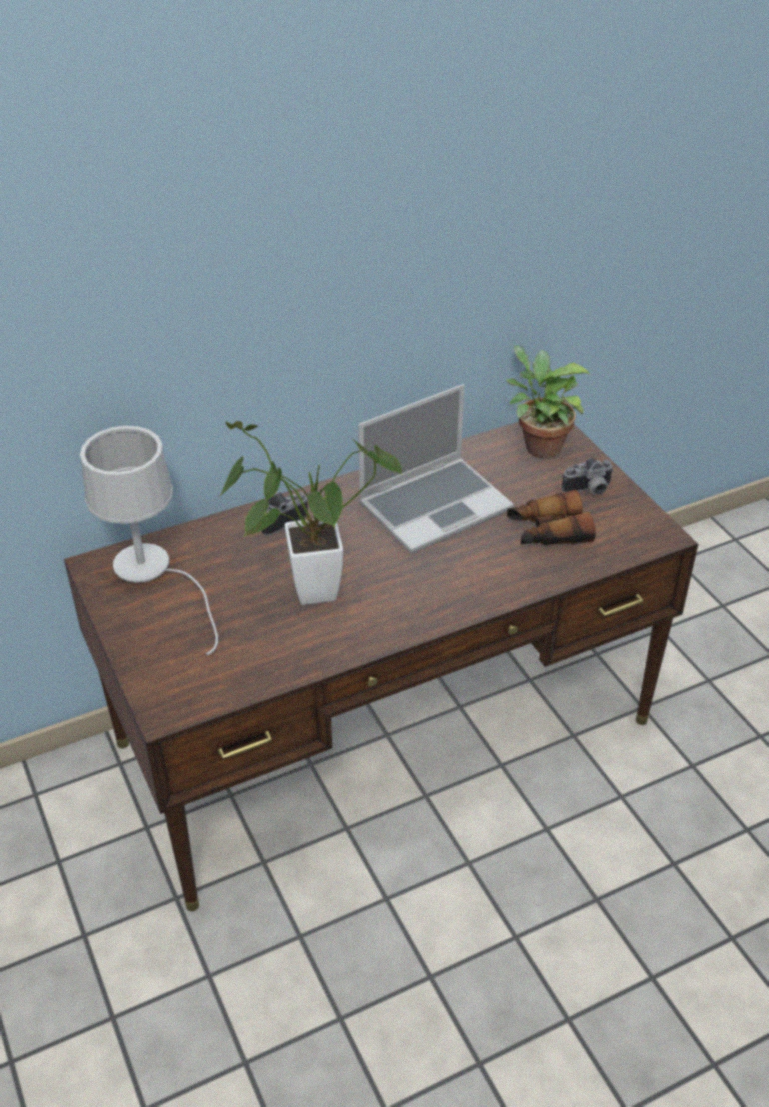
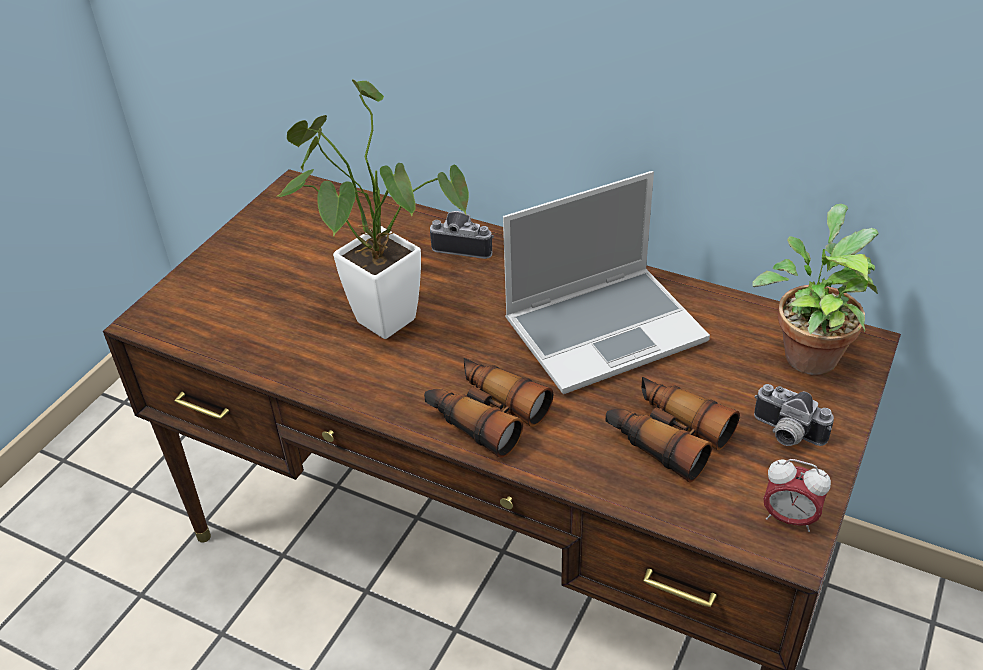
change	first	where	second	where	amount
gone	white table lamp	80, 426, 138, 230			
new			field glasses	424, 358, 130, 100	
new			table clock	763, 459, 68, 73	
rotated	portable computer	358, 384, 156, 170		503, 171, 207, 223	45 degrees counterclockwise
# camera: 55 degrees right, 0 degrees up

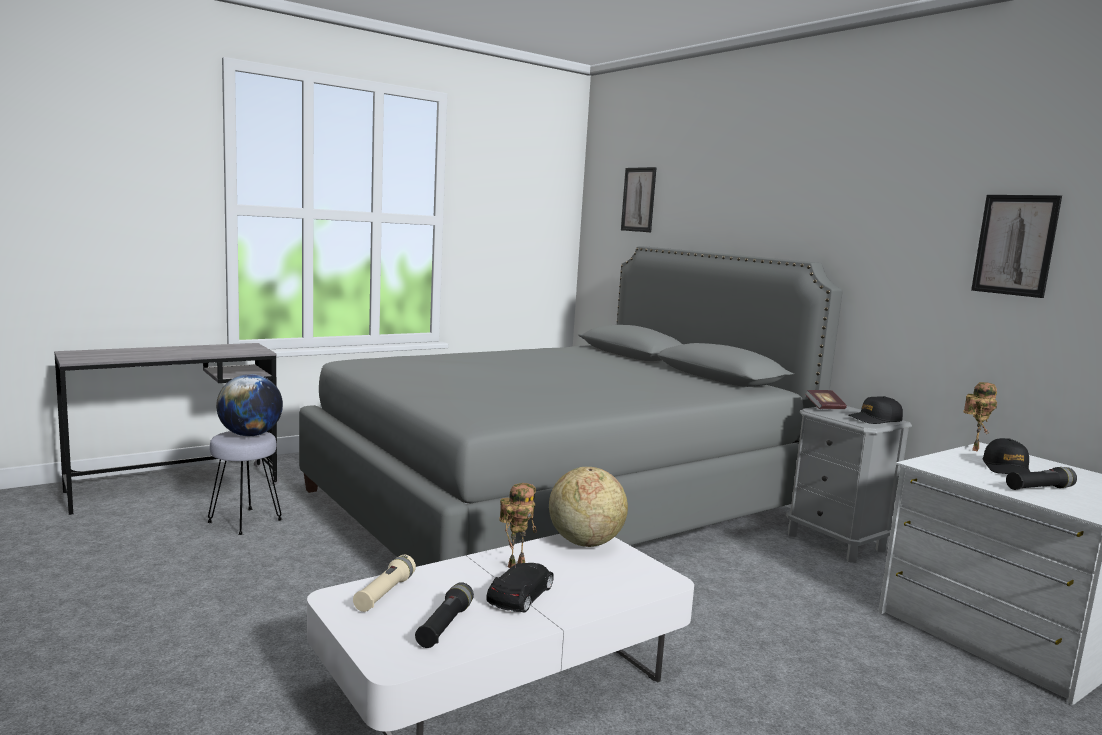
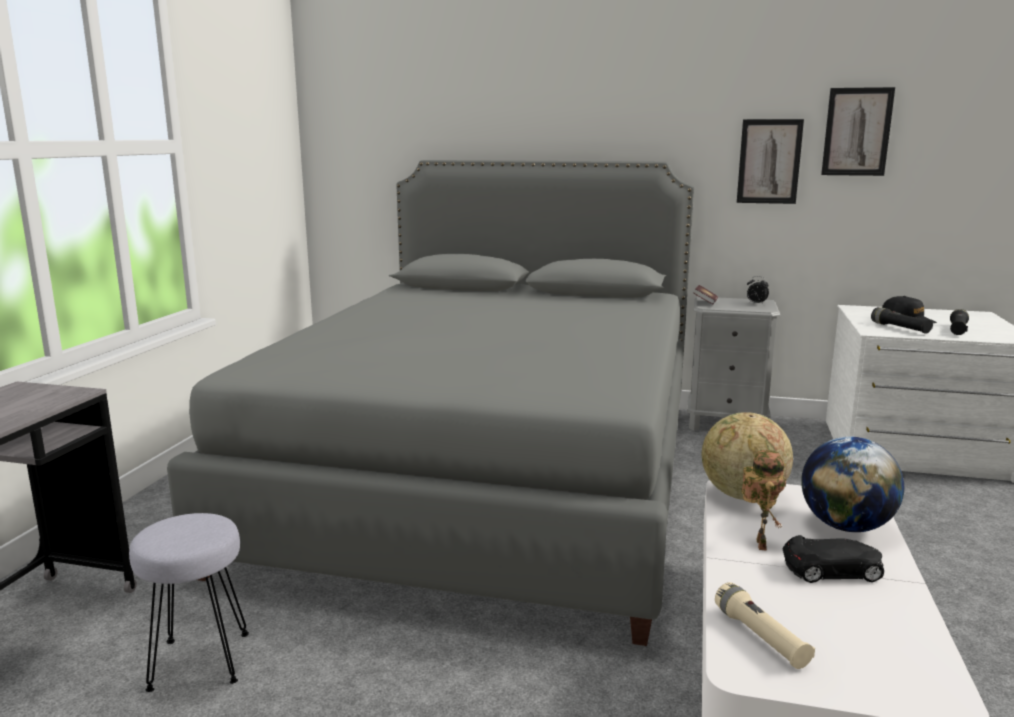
change	first	where	second	where	amount
gone	robot figure	963, 382, 34, 69			
shifted	world globe	216, 374, 67, 62		801, 436, 103, 96	
shifted	blackish hand torch	415, 582, 59, 66		871, 307, 62, 27	
shifted	picture	621, 167, 36, 65		737, 119, 67, 85	
swapped	blackish peaked cap	848, 396, 55, 28	table clock	747, 276, 22, 29	
rotated	blackish miniature car	486, 563, 68, 49		783, 535, 101, 48	105 degrees clockwise
# camera: 40 degrees left, 5 degrees up

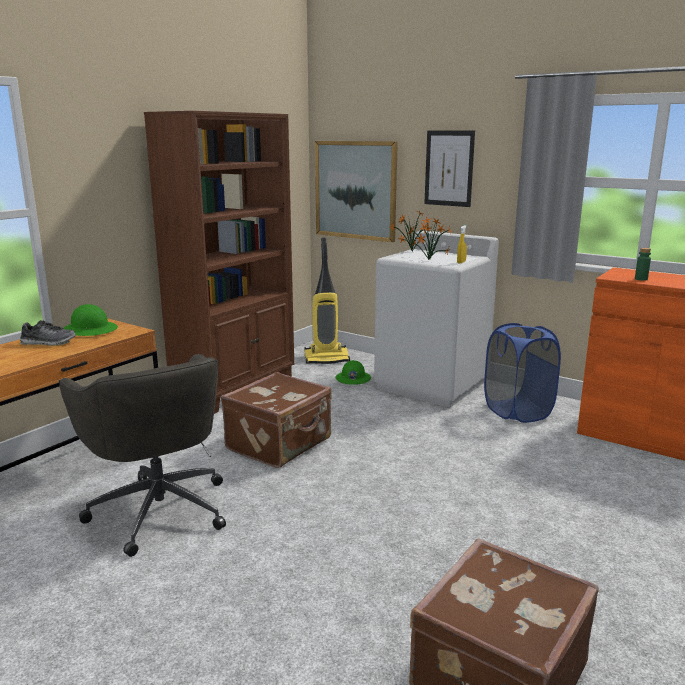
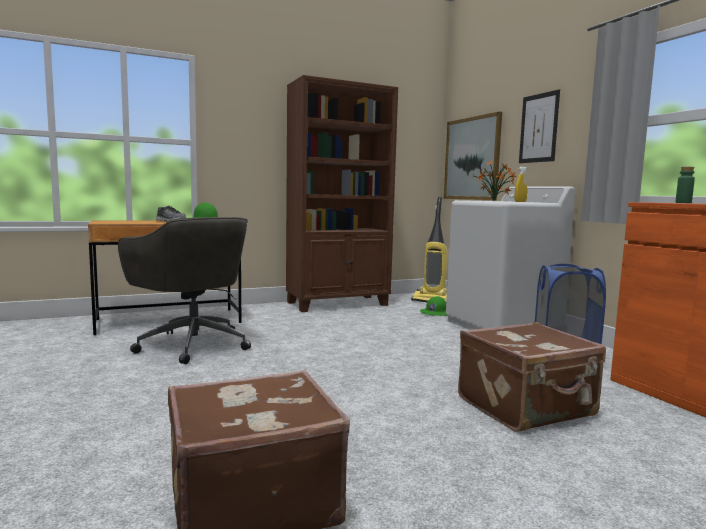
change	first	where	second	where	amount
shifted	brown suitcase	221, 372, 111, 96		458, 322, 148, 110	
rotated	grey desk chair	59, 354, 167, 203		118, 217, 133, 147	45 degrees counterclockwise
# camera: 30 degrees right, 10 degrees down

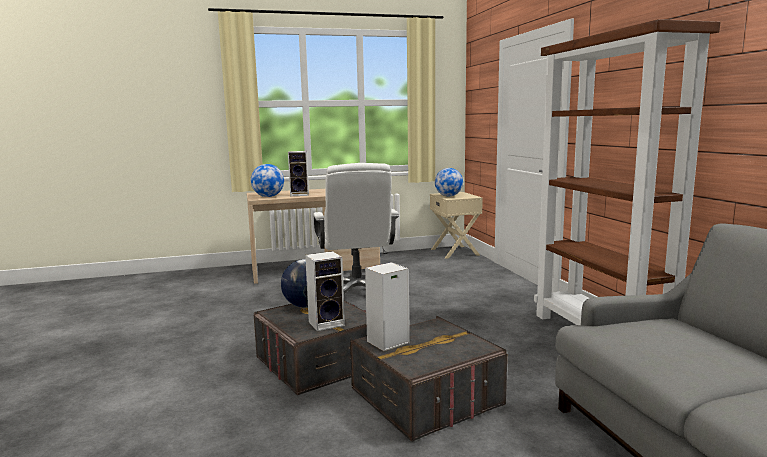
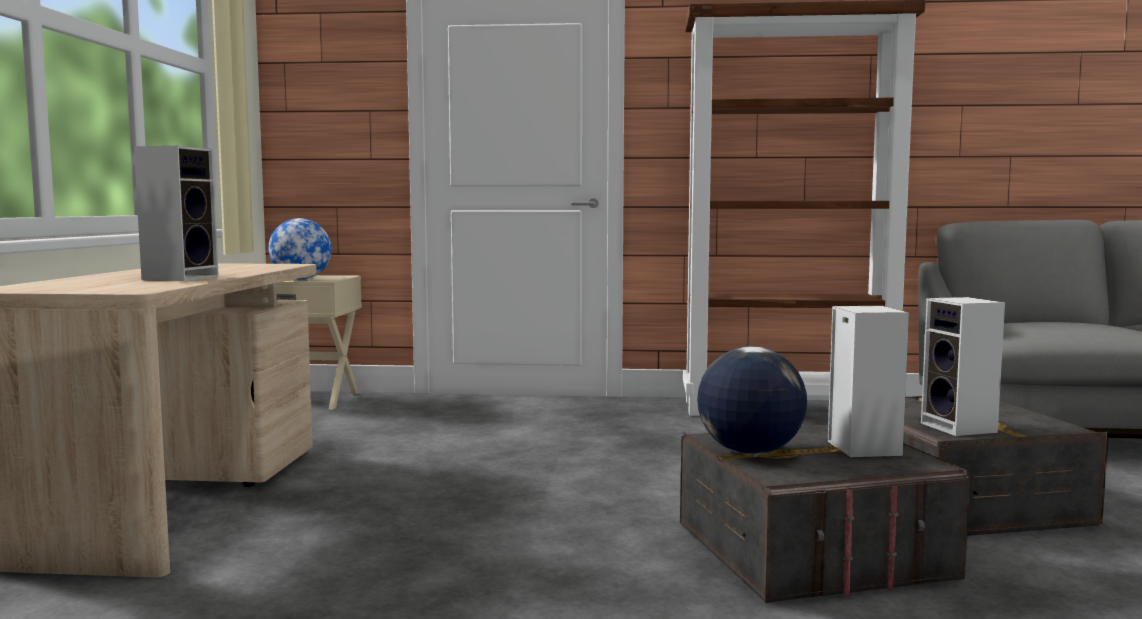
change	first	where	second	where	amount
gone	world globe	251, 164, 33, 33			
gone	white desk chair	313, 163, 86, 131			
# camera: 70 degrees left, 5 degrees down

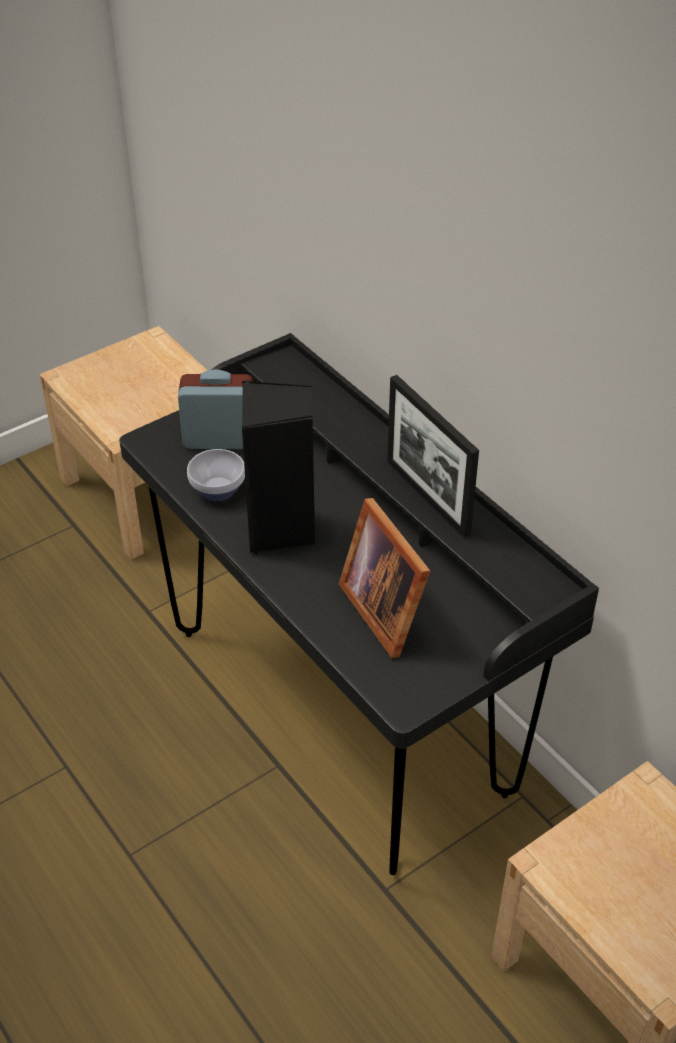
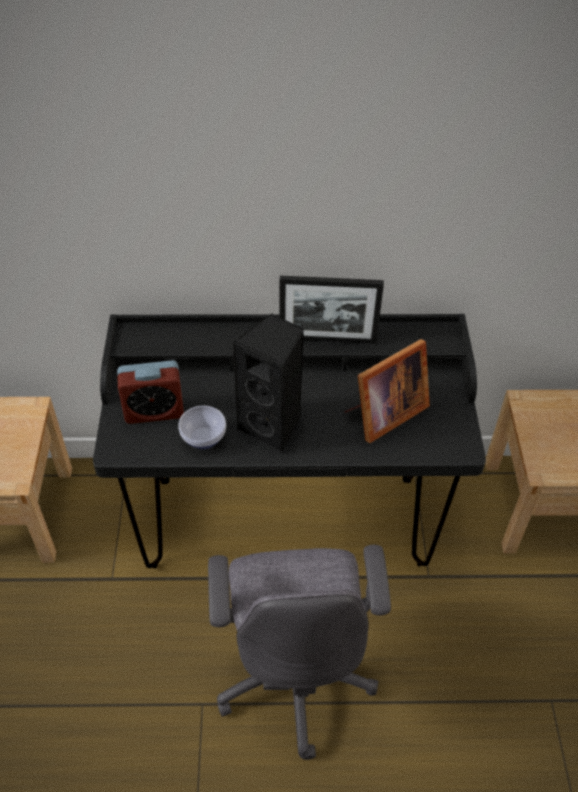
change	first	where	second	where	amount
new			grey desk chair	208, 545, 183, 215	
rotated	table clock	178, 369, 75, 80		117, 360, 67, 64	135 degrees counterclockwise
rotated	picture frame	339, 498, 91, 160		344, 339, 86, 104	45 degrees counterclockwise
# camera: 55 degrees left, 5 degrees up

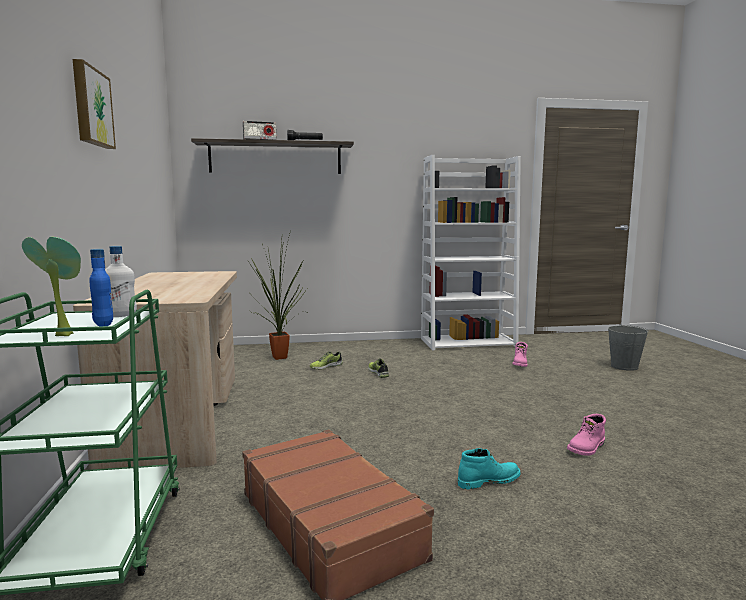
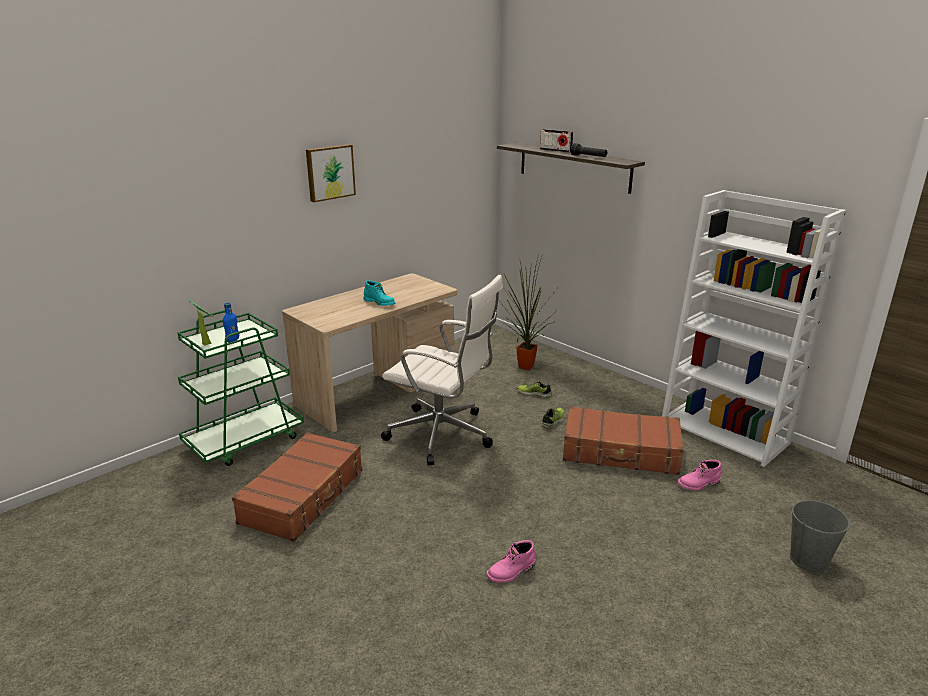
change	first	where	second	where	amount
gone	white beverage bottle	105, 246, 32, 71			
new			white desk chair	381, 275, 122, 190	
new			brown suitcase	563, 406, 121, 69	
shifted	turquoise-coloured boot	458, 448, 63, 41		364, 281, 31, 25	
rotated	pinkish boot	567, 414, 39, 42		487, 540, 48, 43	45 degrees counterclockwise
# camera: 55 degrees right, 15 degrees up

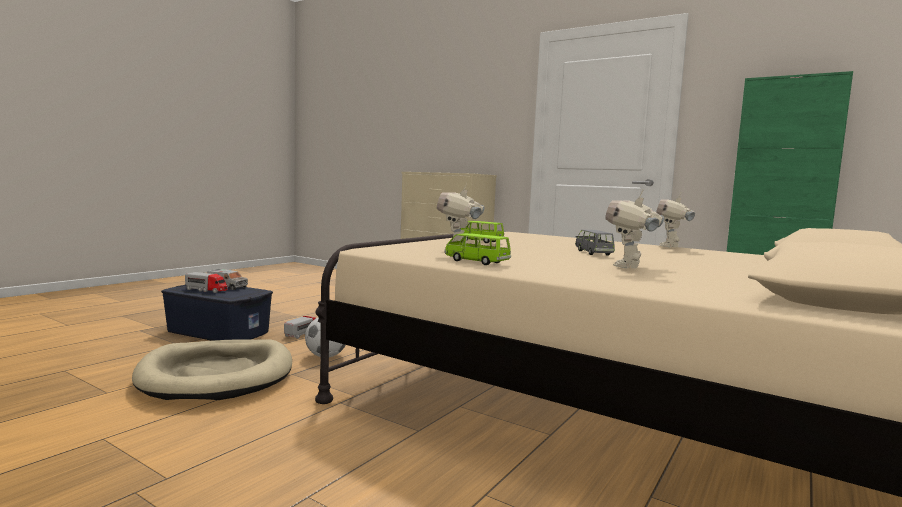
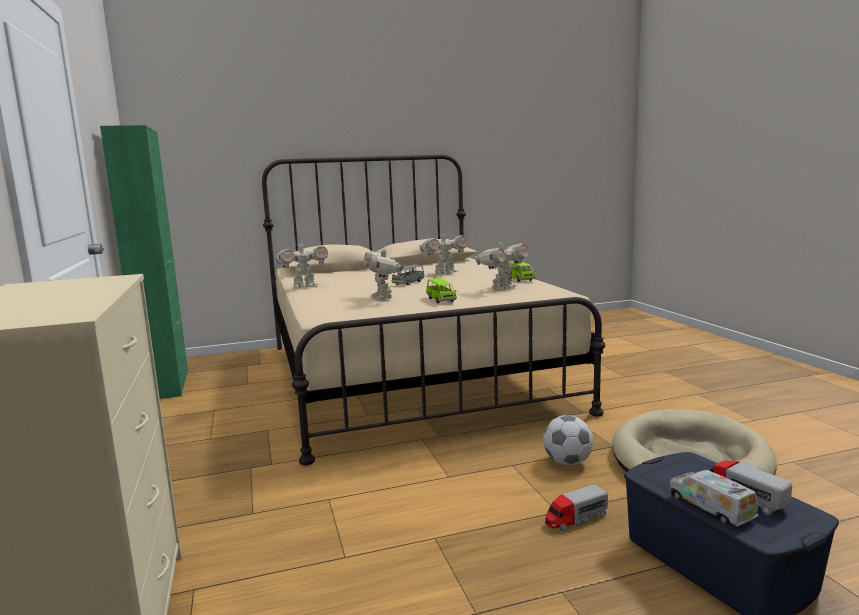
change	first	where	second	where	amount
new			robot figure	364, 245, 39, 55	
# camera: 140 degrees left, 5 degrees up

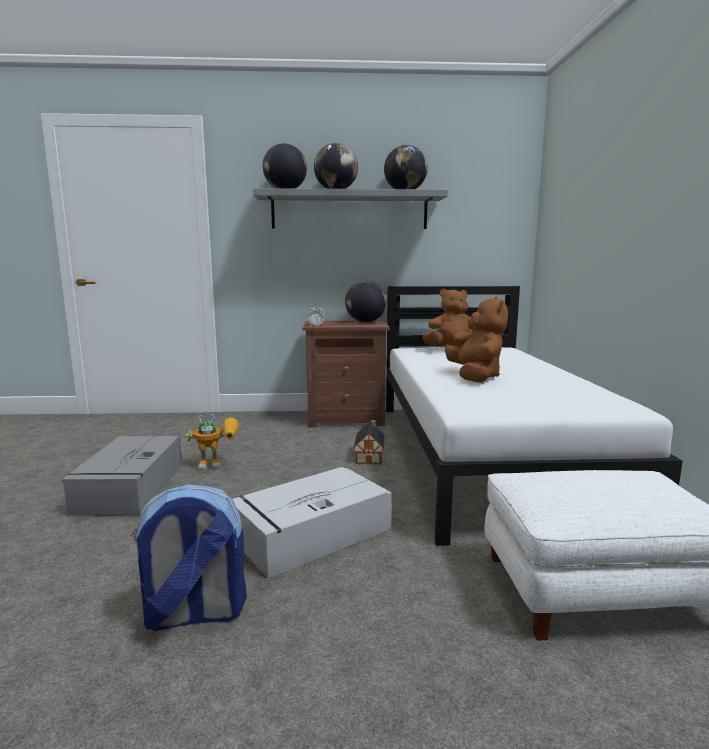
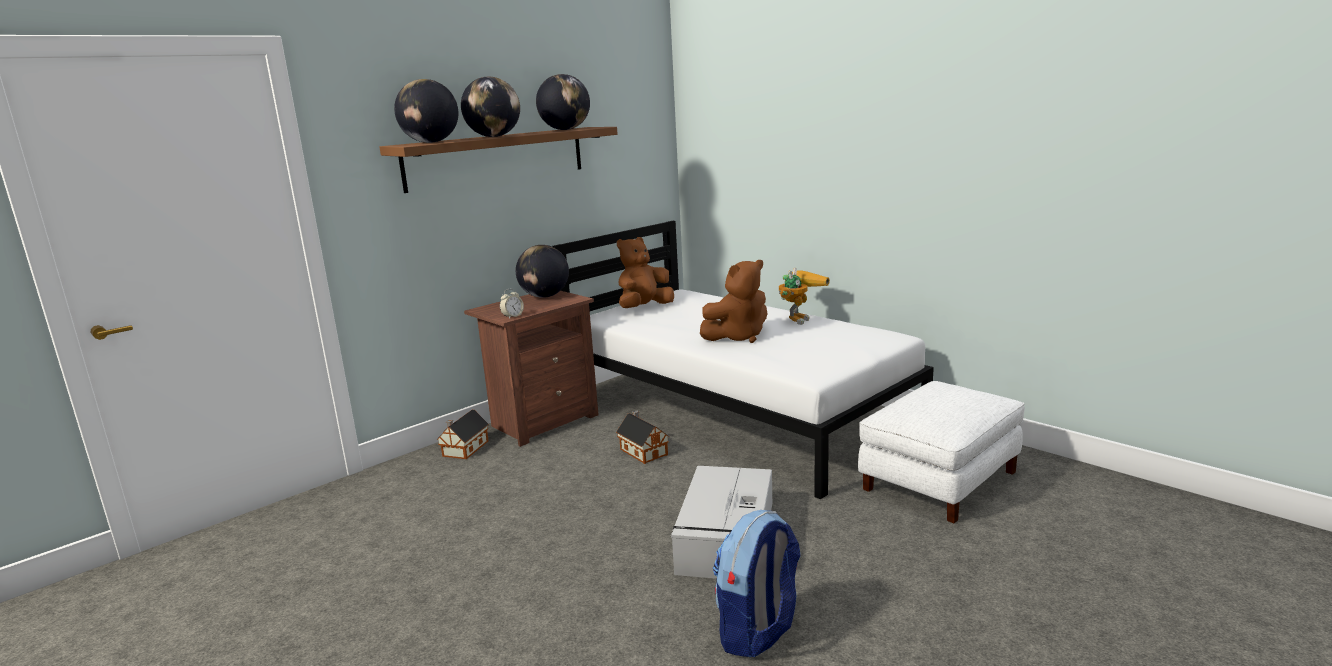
change	first	where	second	where	amount
gone	grey storage container	61, 436, 121, 80			
new			toy house	437, 410, 52, 49	
shifted	robot figure	184, 414, 55, 57		779, 268, 51, 57	
repainted	grey wall shelf	253, 188, 195, 41	brown wall shelf	380, 127, 238, 66	
rotated	brown cuddly toy	445, 297, 63, 85		700, 260, 67, 83	105 degrees clockwise
# camera: 40 degrees left, 5 degrees up

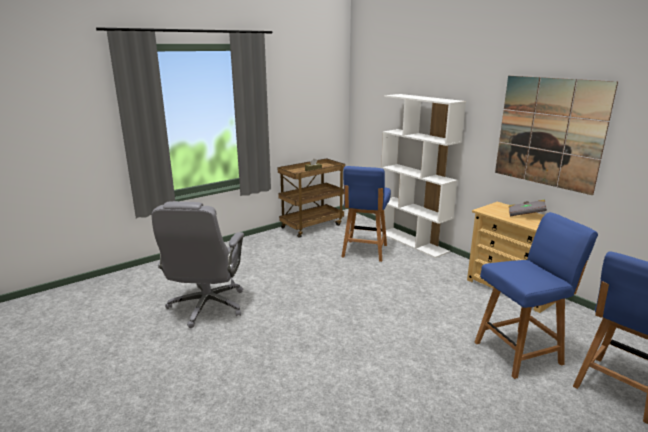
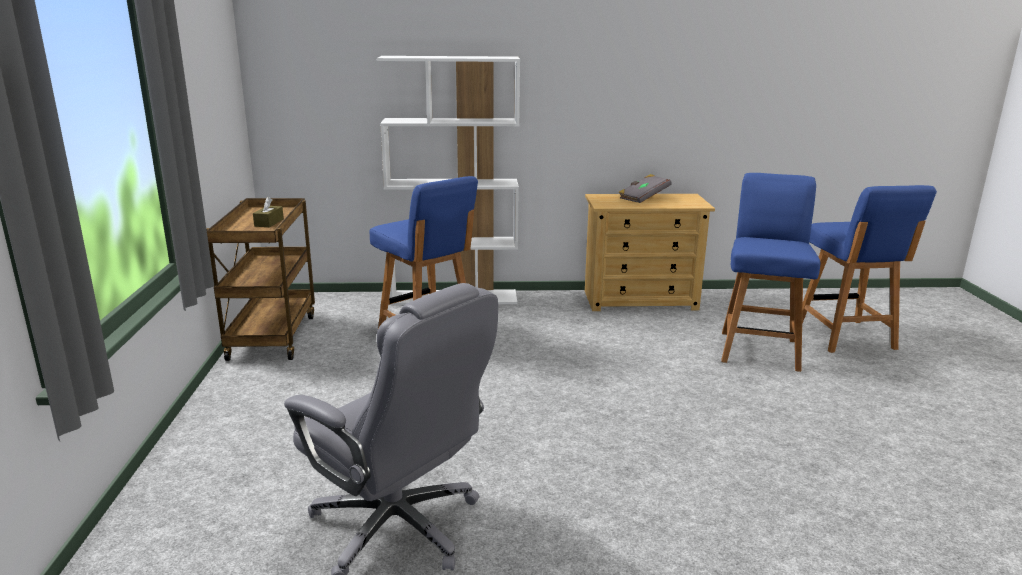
change	first	where	second	where	amount
gone	picture	495, 76, 123, 119			
# camera: 55 degrees left, 0 degrees up

